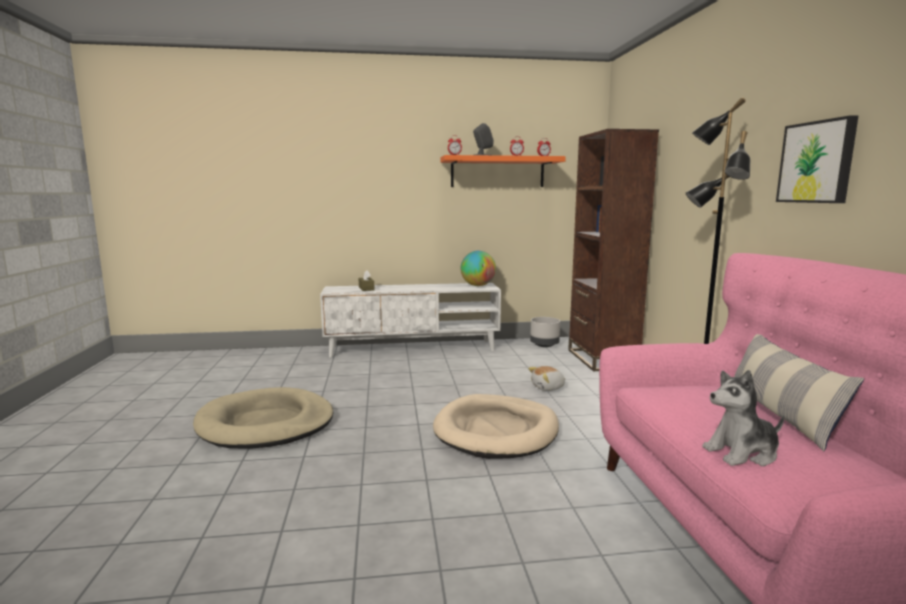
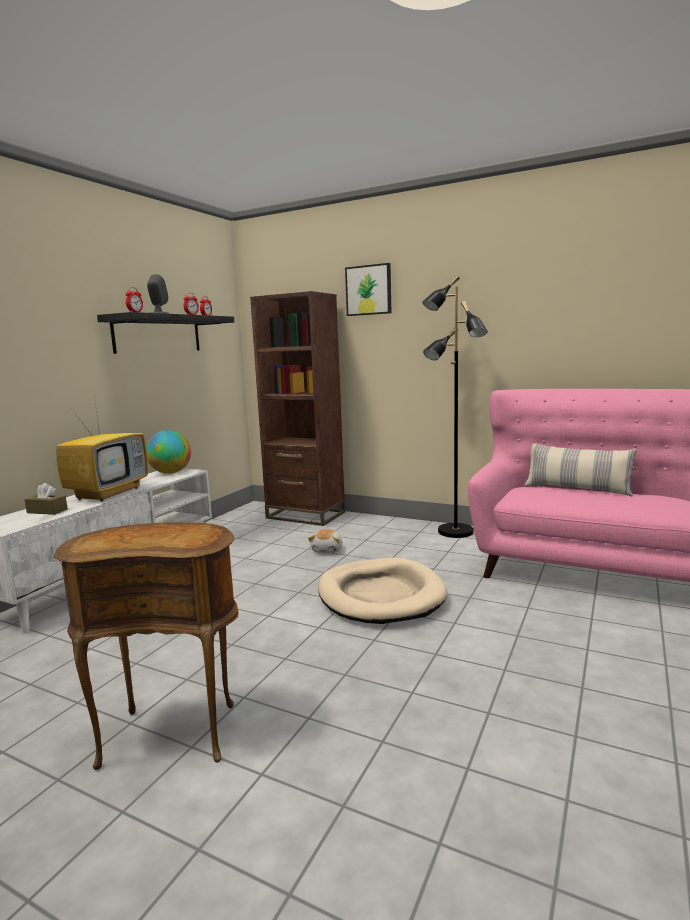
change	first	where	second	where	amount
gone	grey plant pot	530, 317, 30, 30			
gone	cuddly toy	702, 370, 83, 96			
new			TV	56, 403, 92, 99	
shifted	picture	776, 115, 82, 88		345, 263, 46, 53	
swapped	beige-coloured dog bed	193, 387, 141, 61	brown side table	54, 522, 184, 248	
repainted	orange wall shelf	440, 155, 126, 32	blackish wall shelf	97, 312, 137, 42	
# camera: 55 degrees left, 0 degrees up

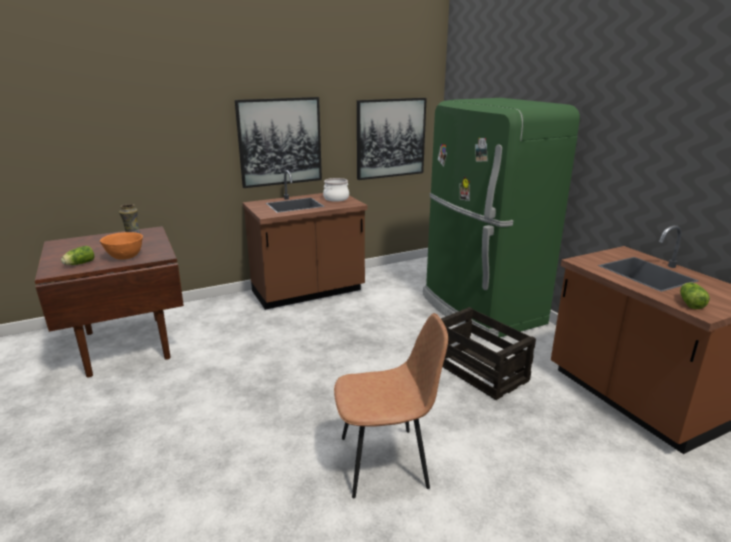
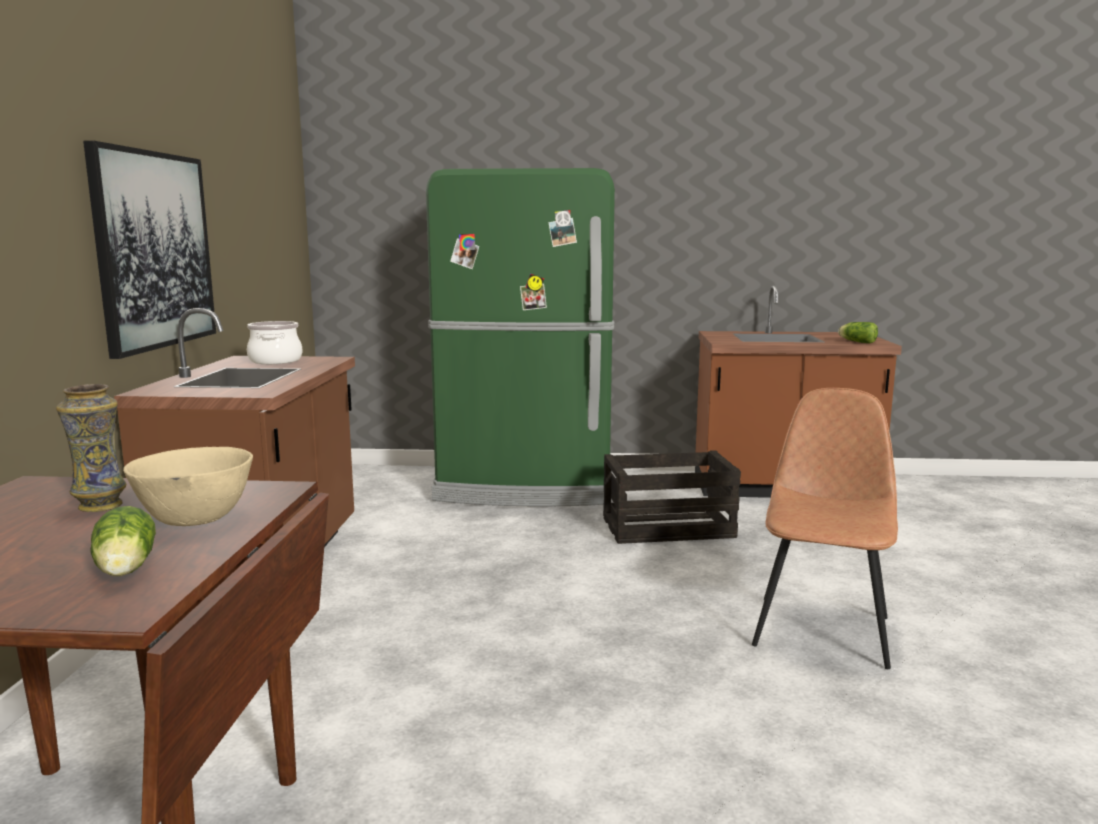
change	first	where	second	where	amount
gone	picture	357, 98, 70, 82			
repainted	orange serving bowl	100, 232, 43, 28	beige-coloured serving bowl	123, 447, 130, 79	
# camera: 60 degrees left, 10 degrees down

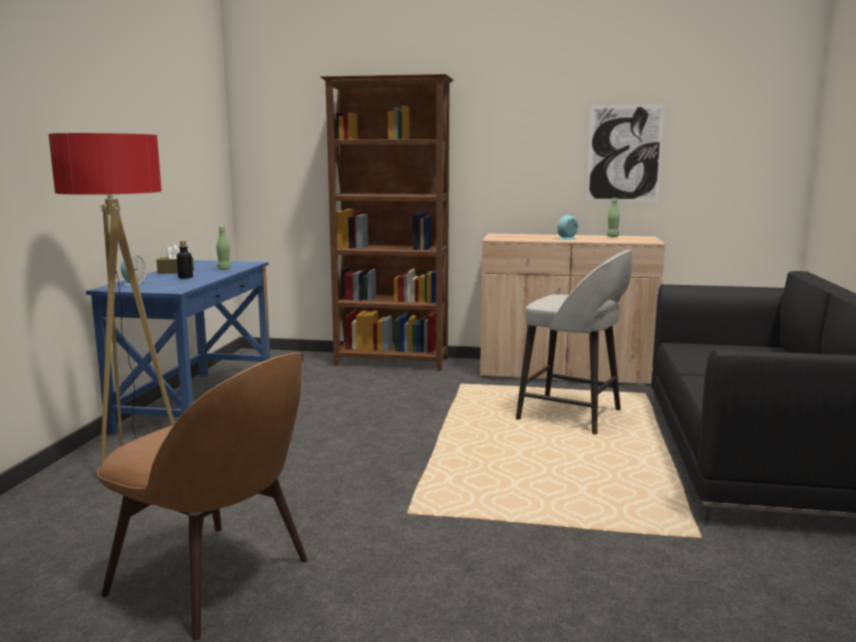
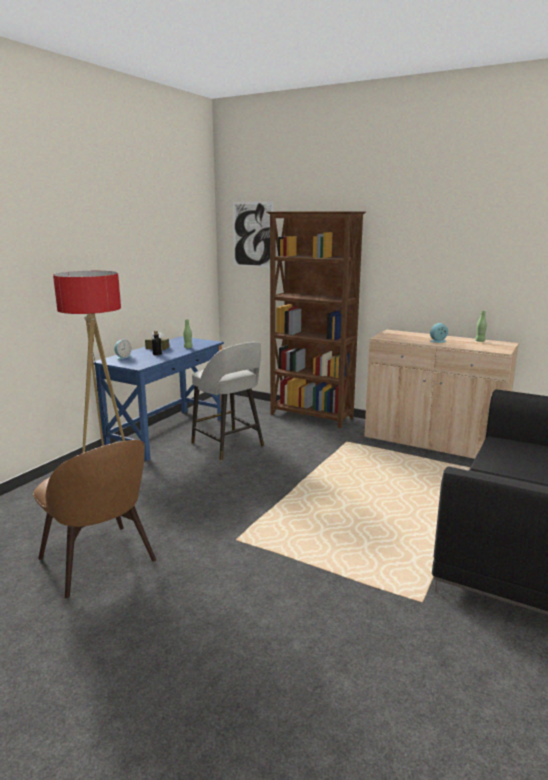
change	first	where	second	where	amount
shifted	grey sitting stool	516, 250, 116, 184		191, 342, 73, 118	
shifted	picture	586, 104, 79, 97		233, 202, 40, 65	
# camera: 20 degrees right, 5 degrees up

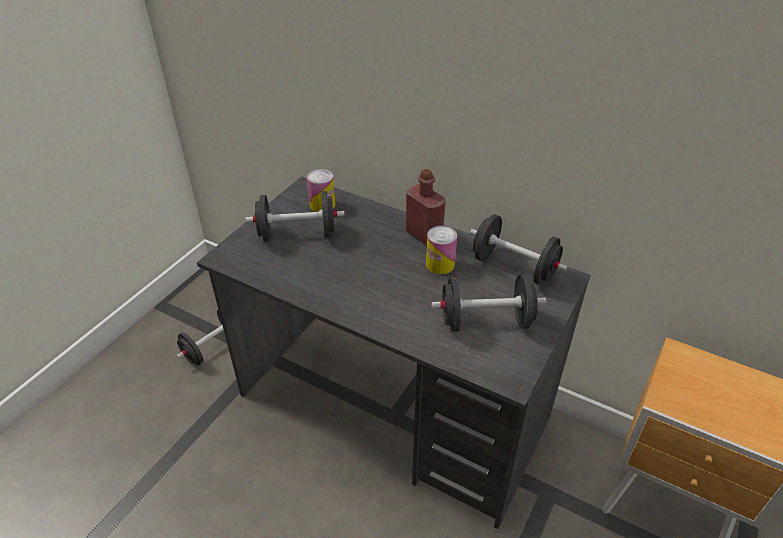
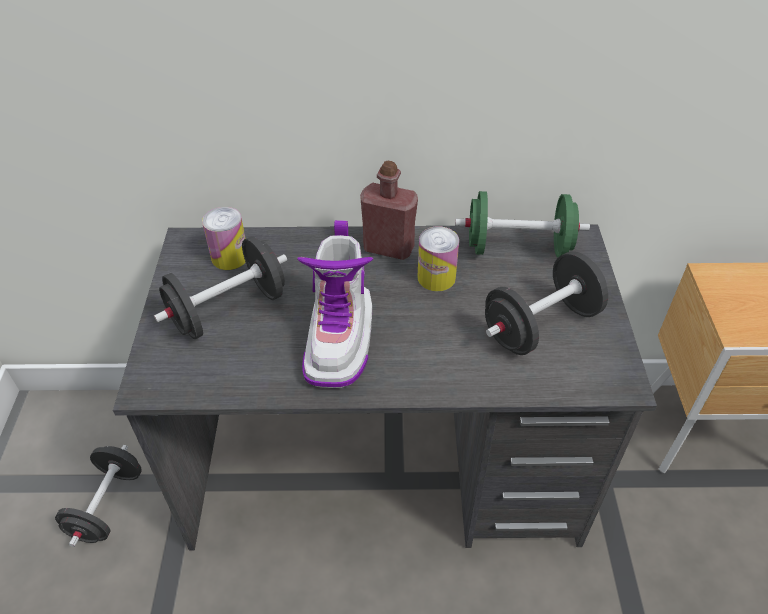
change	first	where	second	where	amount
new			boot	297, 220, 77, 168	
repainted	blackish hand weight	470, 214, 98, 71	greenish hand weight	455, 191, 135, 66	
# camera: 30 degrees left, 5 degrees up

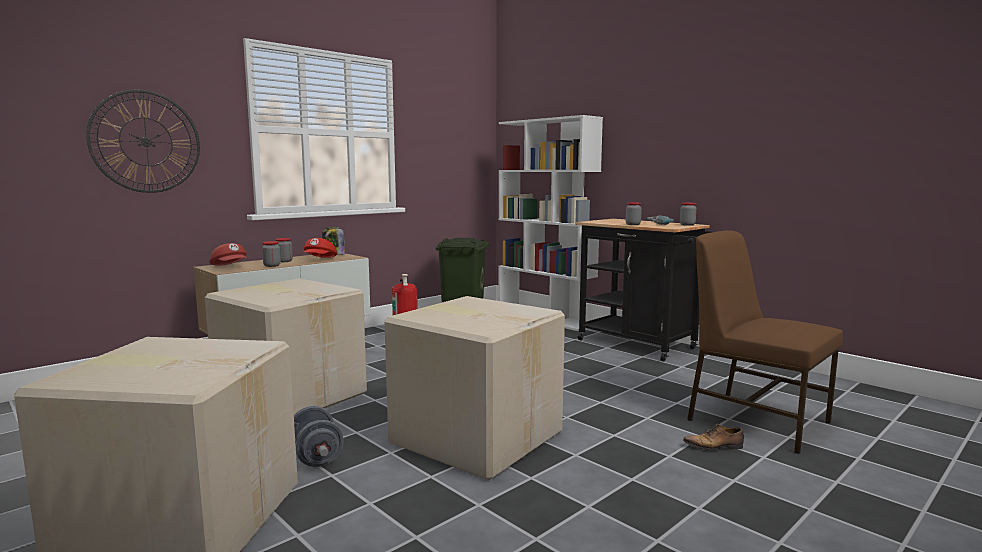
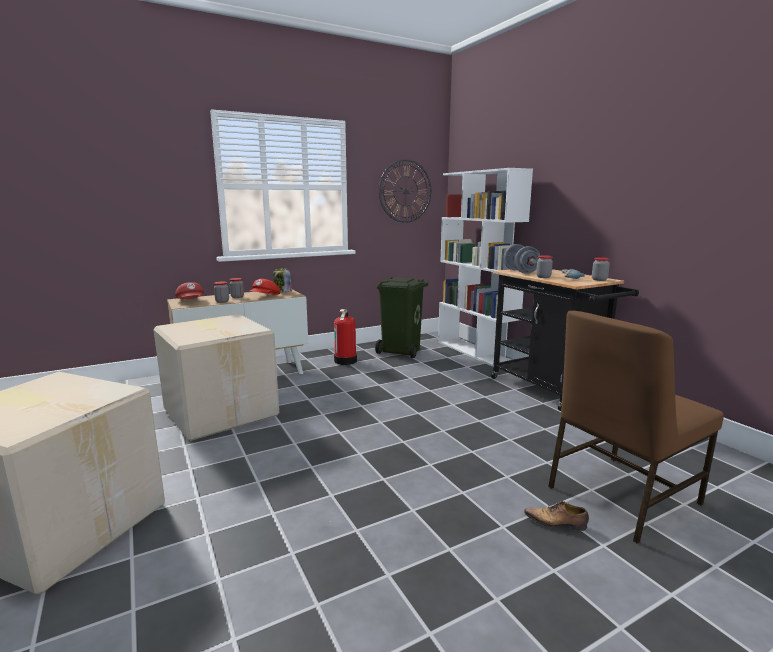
change	first	where	second	where	amount
gone	packing box	385, 296, 180, 184			
shifted	hanging clock	86, 89, 114, 104		379, 159, 52, 64	
shifted	grey hand weight	294, 406, 49, 61		504, 244, 36, 30	
rotated	brown chair	687, 230, 156, 224		548, 311, 176, 233	90 degrees counterclockwise
# camera: 15 degrees right, 5 degrees up

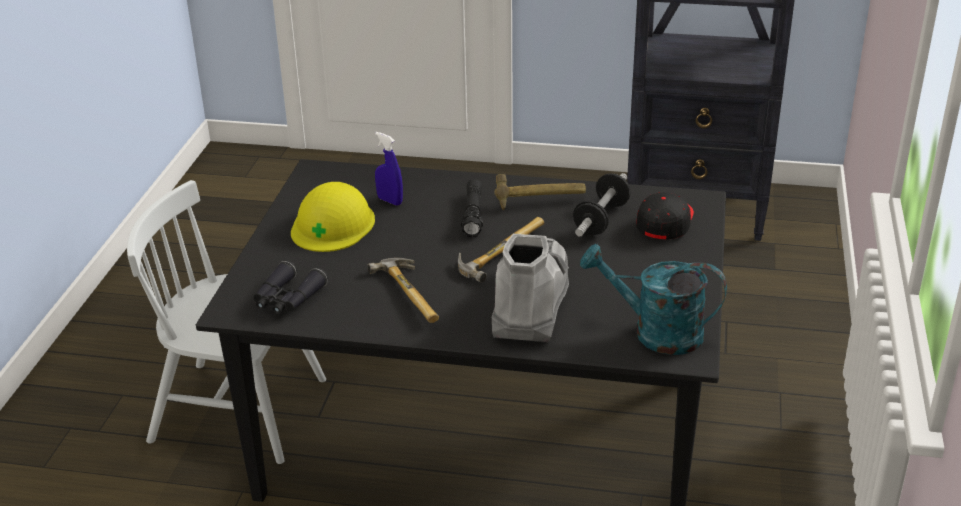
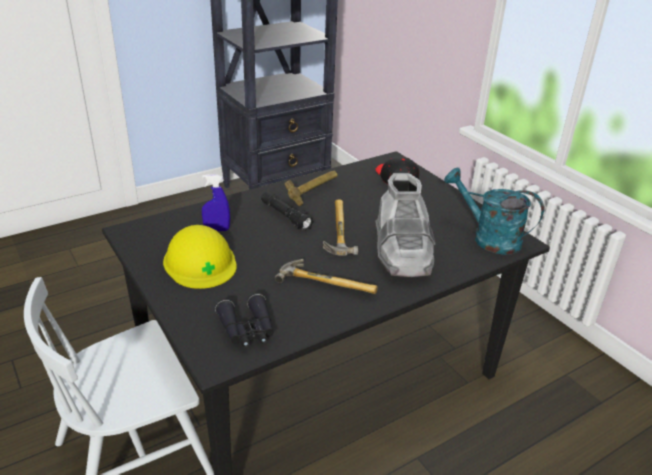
change	first	where	second	where	amount
gone	hand weight	573, 173, 58, 63			
rotated	grey boot	492, 234, 77, 108		375, 173, 60, 104	150 degrees counterclockwise
rotated	turquoise-coloured watering pot	580, 244, 147, 111		444, 167, 100, 88	60 degrees clockwise
# camera: 45 degrees left, 0 degrees up

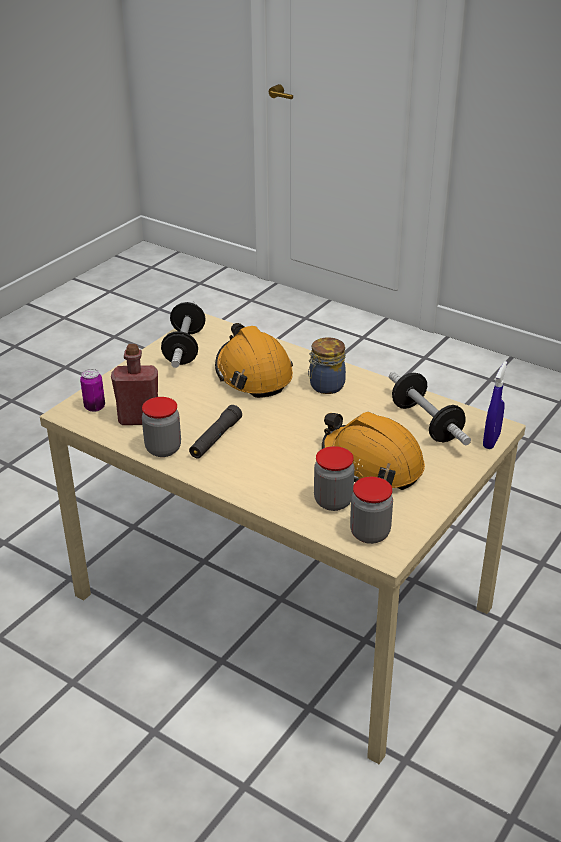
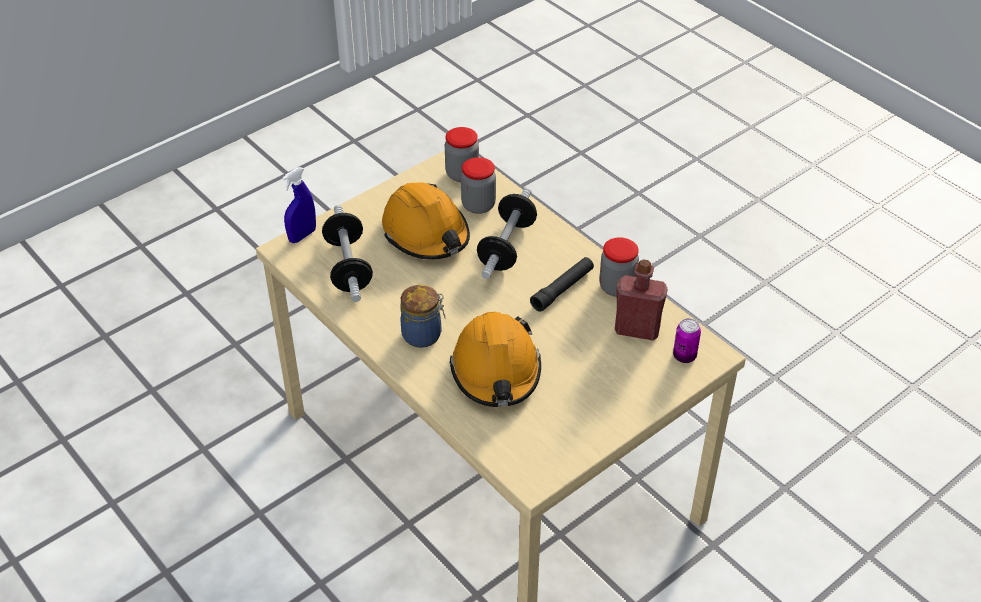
change	first	where	second	where	amount
shifted	hand weight	161, 301, 45, 67		477, 187, 60, 92	
# camera: 165 degrees left, 10 degrees up

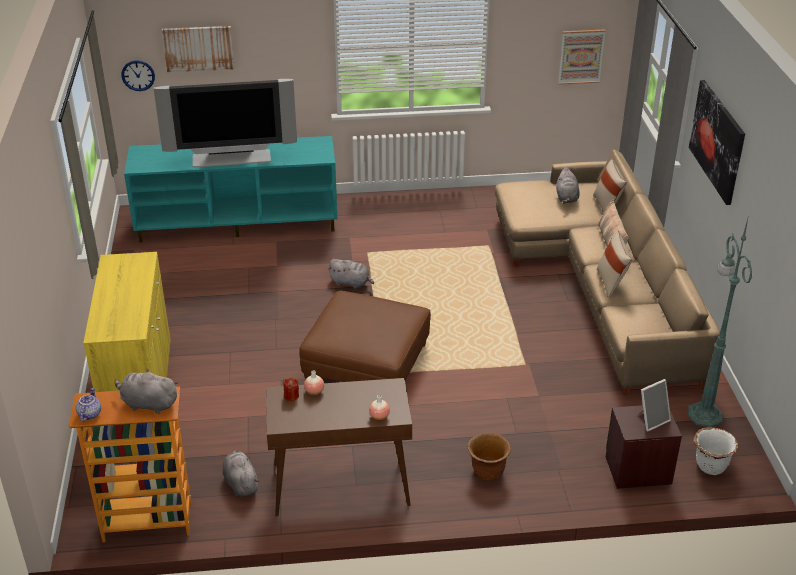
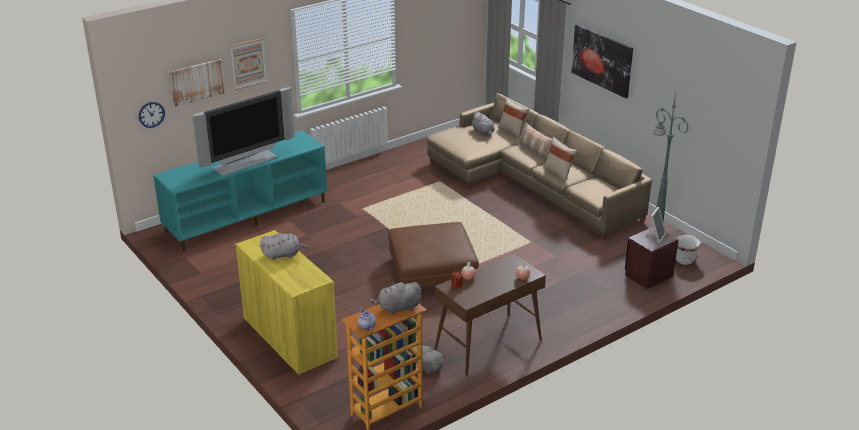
change	first	where	second	where	amount
gone	brown plant pot	468, 433, 43, 48			
shifted	grey cuddly toy	328, 259, 46, 30		260, 233, 49, 27	
shifted	picture	558, 29, 48, 56		230, 38, 37, 52	
# camera: 30 degrees left, 5 degrees down

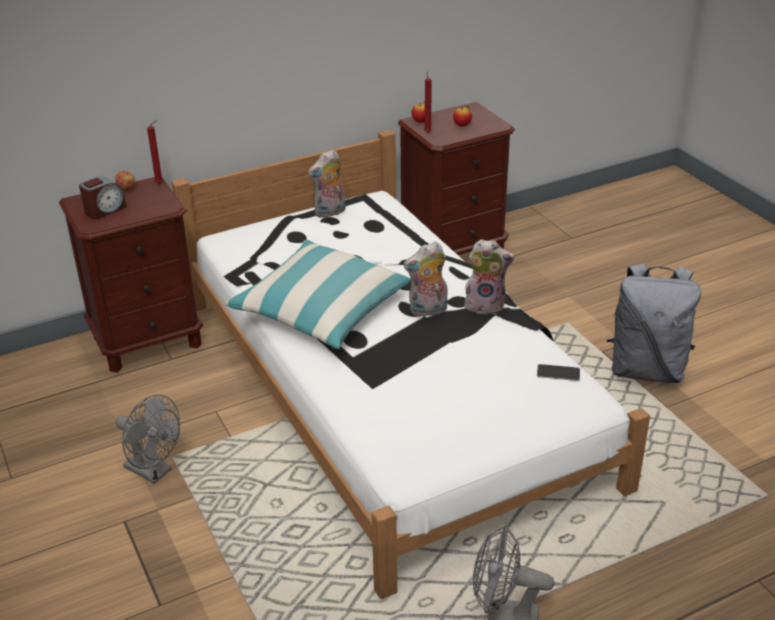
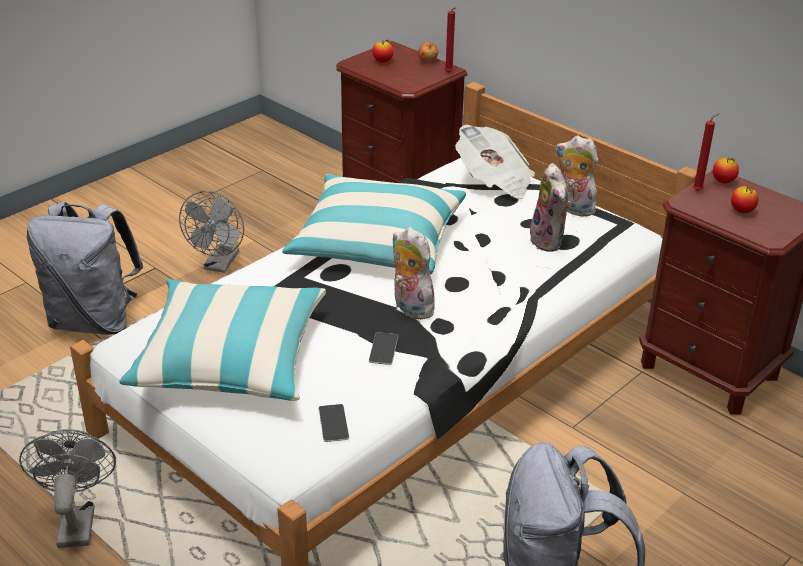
change	first	where	second	where	amount
new			grey rucksack	27, 202, 116, 133	
new			pillow	119, 279, 207, 122	
new			telephone	369, 332, 29, 33	
new			printed paper	455, 125, 80, 74	
shifted	cuddly toy	464, 239, 51, 76		530, 163, 41, 89	
swapped	table clock	79, 176, 47, 43	apple	372, 40, 22, 23	
# camera: 70 degrees right, 0 degrees up

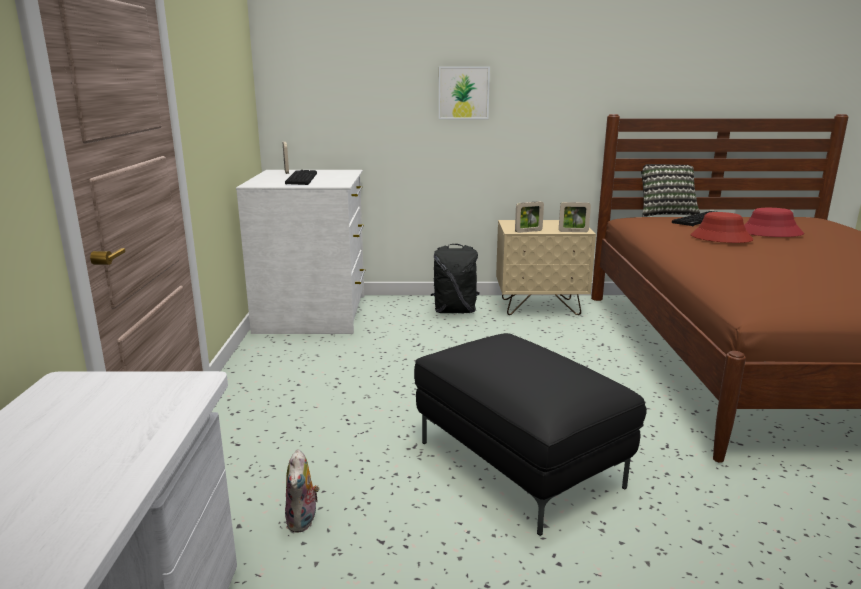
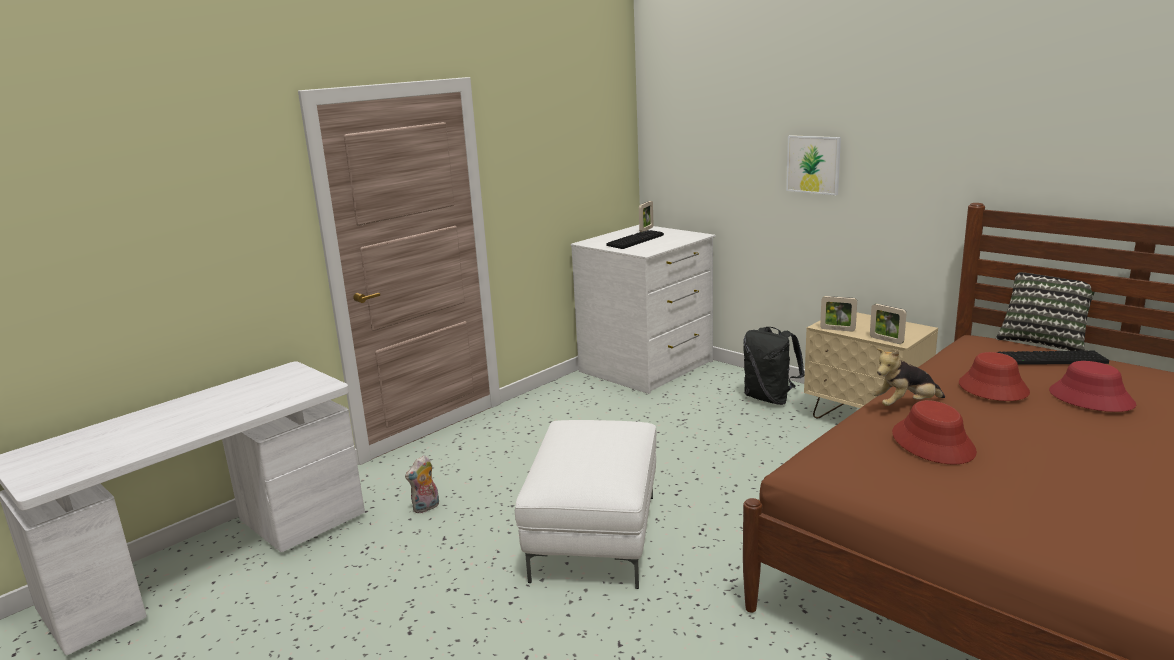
change	first	where	second	where	amount
new			cuddly toy	873, 348, 72, 58	
new			red-coloured clothing hat	892, 400, 85, 65	
repainted	blackish ottoman	414, 333, 233, 203	white ottoman	515, 420, 141, 169	
# camera: 45 degrees right, 0 degrees up

